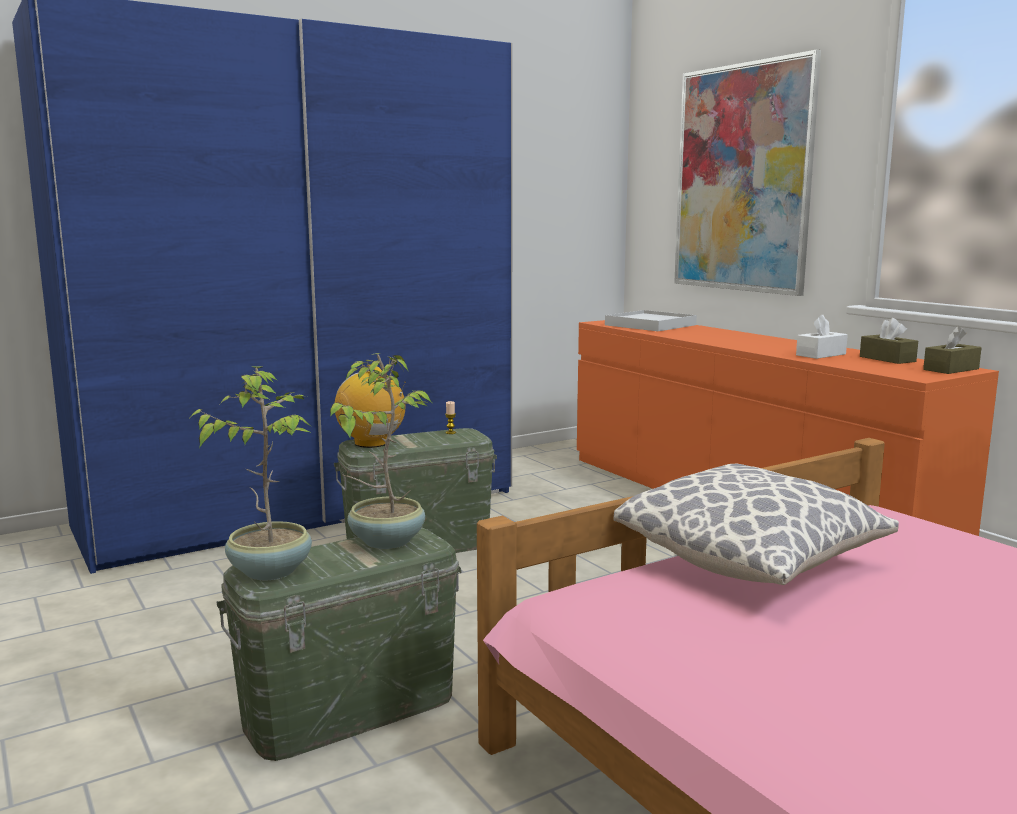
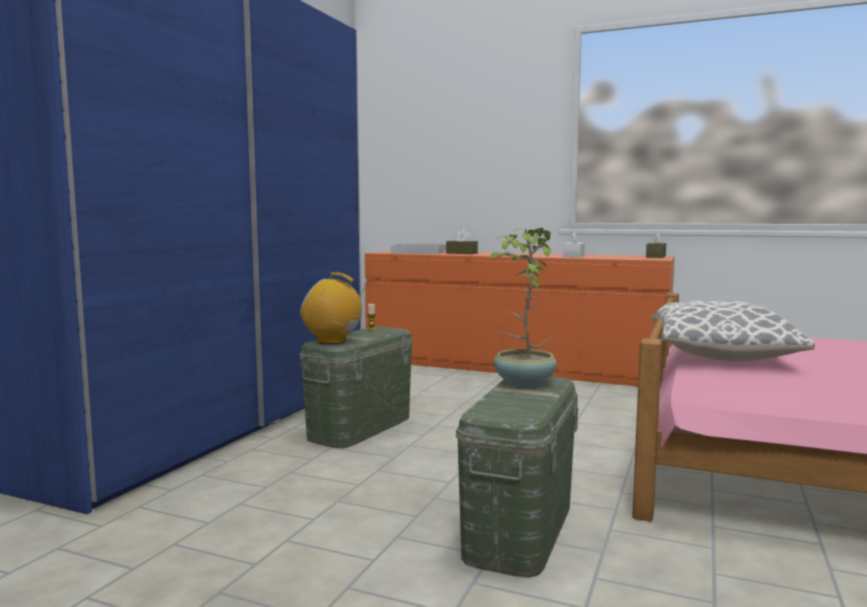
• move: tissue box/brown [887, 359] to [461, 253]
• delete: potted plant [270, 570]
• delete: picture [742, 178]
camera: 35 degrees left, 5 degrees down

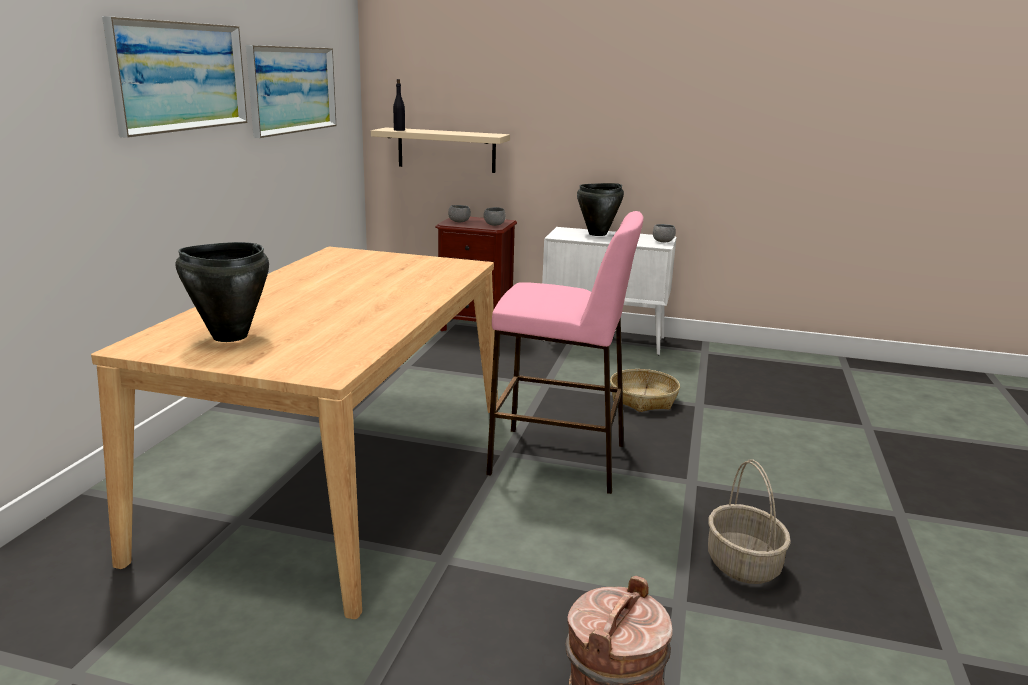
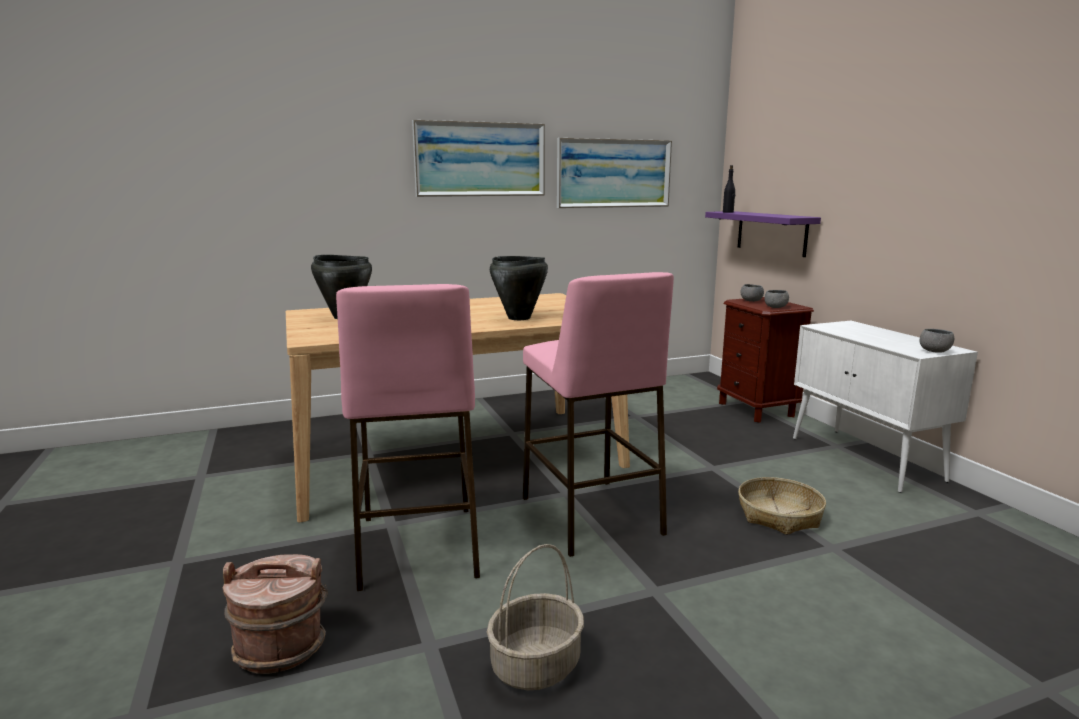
• insert: stool/pink [418, 546]
• move: cooking pot/black [598, 234] to [519, 318]
• recolor: shelf/beige [446, 150] to shelf/purple [771, 233]
camera: 55 degrees right, 5 degrees down

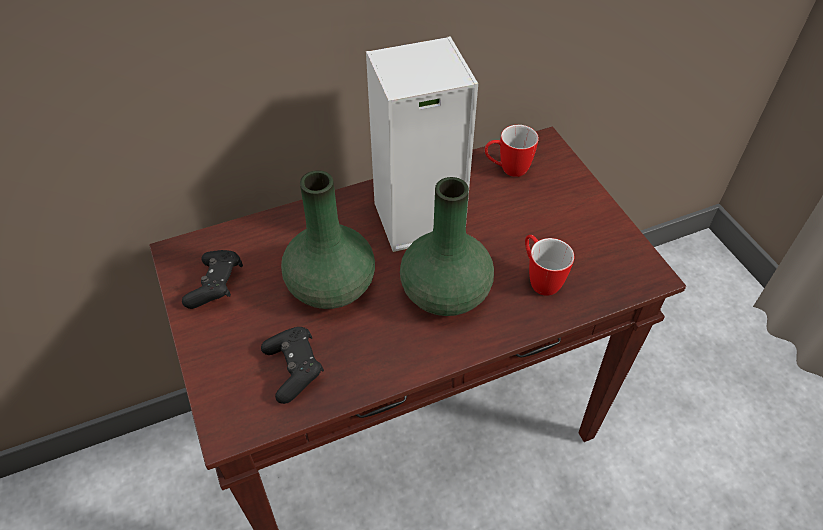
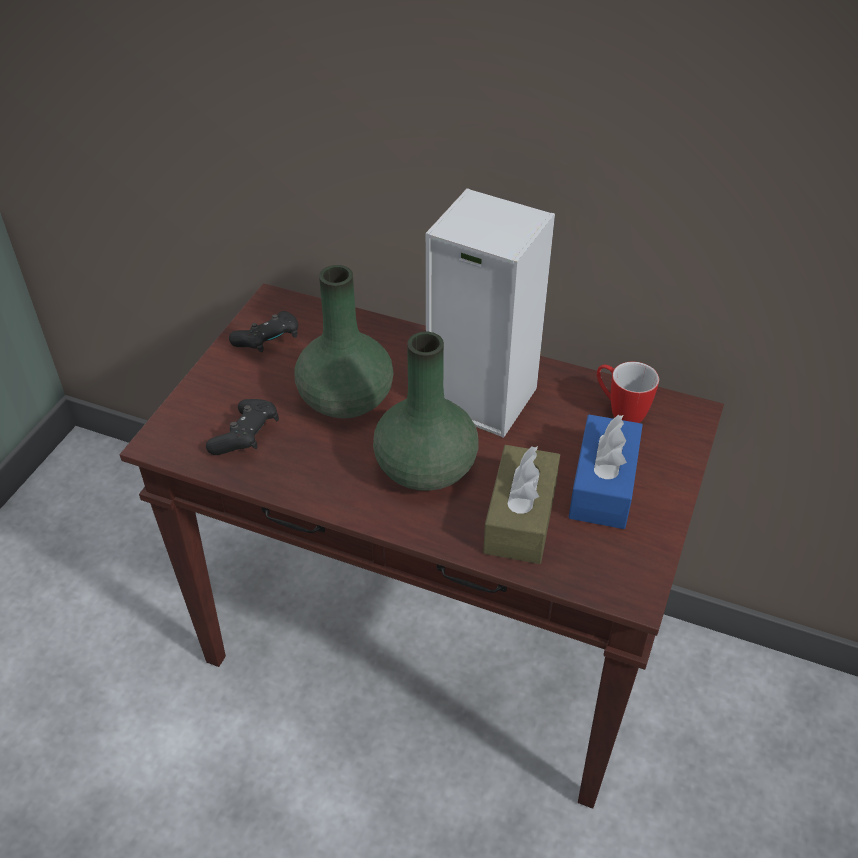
• replace: mug [539, 279] to tissue box/brown [520, 518]
• insert: tissue box/blue [603, 485]
camera: 45 degrees right, 5 degrees down

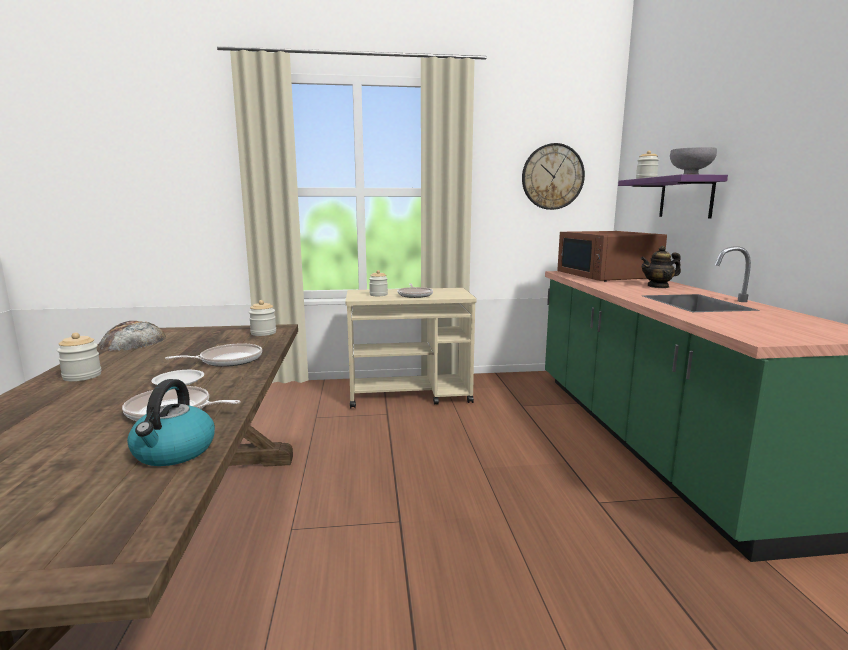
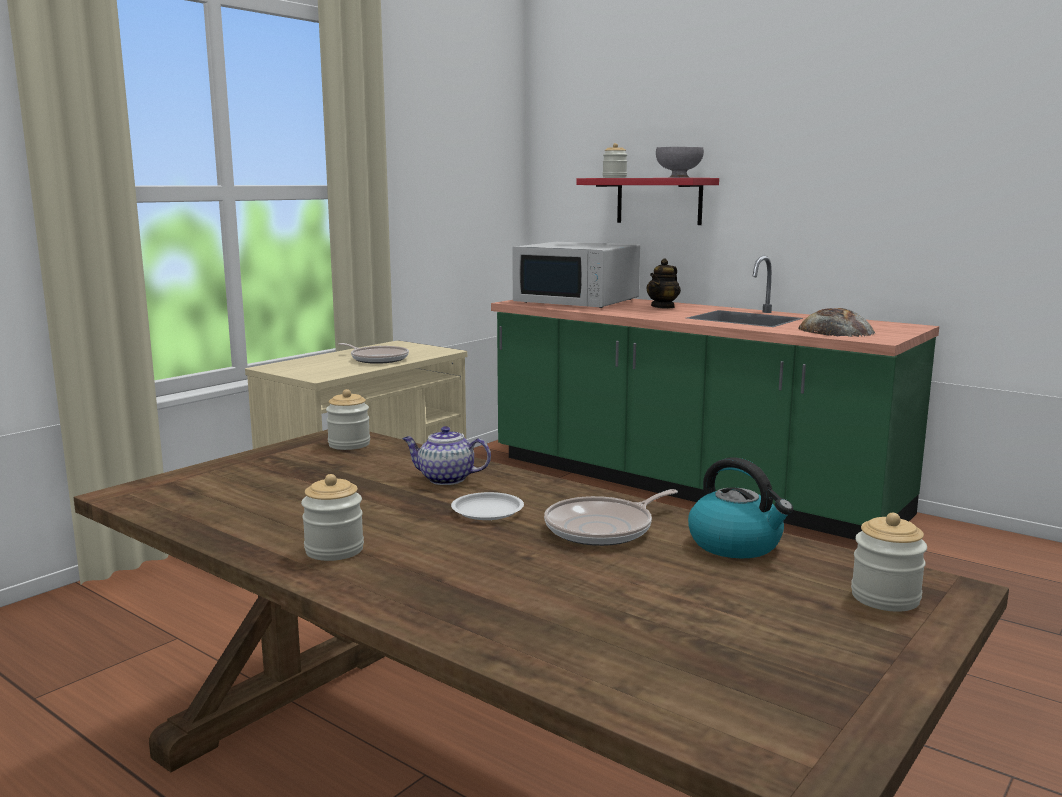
• replace: frying pan [228, 360] to teapot [445, 479]
• recolor: microwave/brown [607, 276] to microwave/white [577, 301]
• recolor: shelf/purple [686, 197] to shelf/red [659, 201]
• move: bread [133, 341] to [836, 331]
• move: jar [378, 295] to [885, 597]
• delete: wall clock [552, 177]
camera: 45 degrees left, 0 degrees up

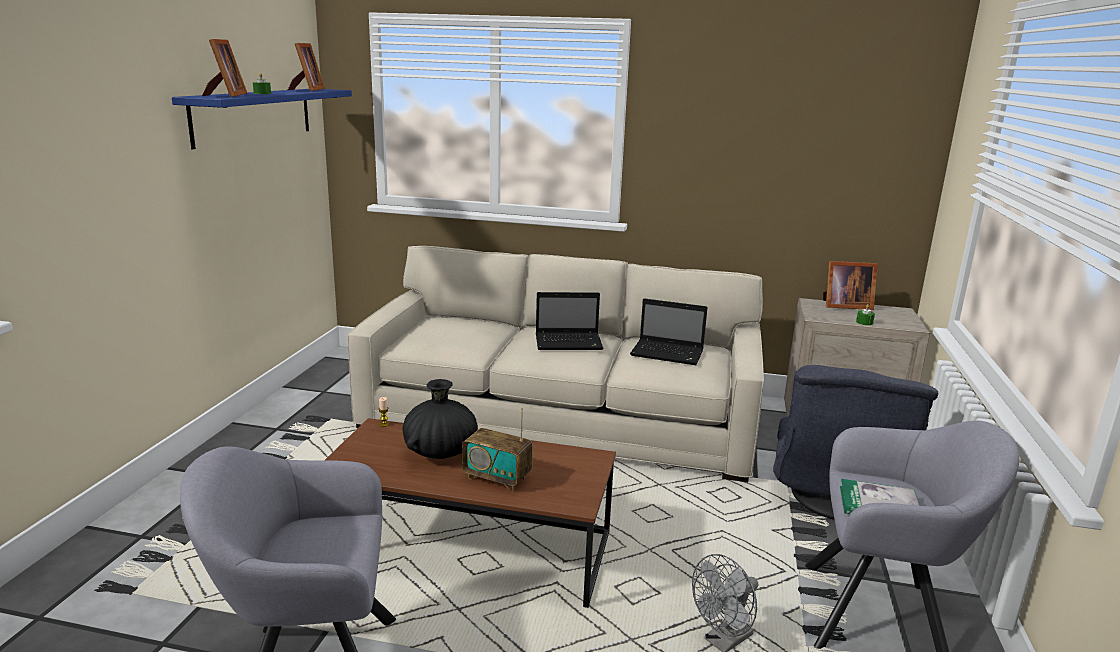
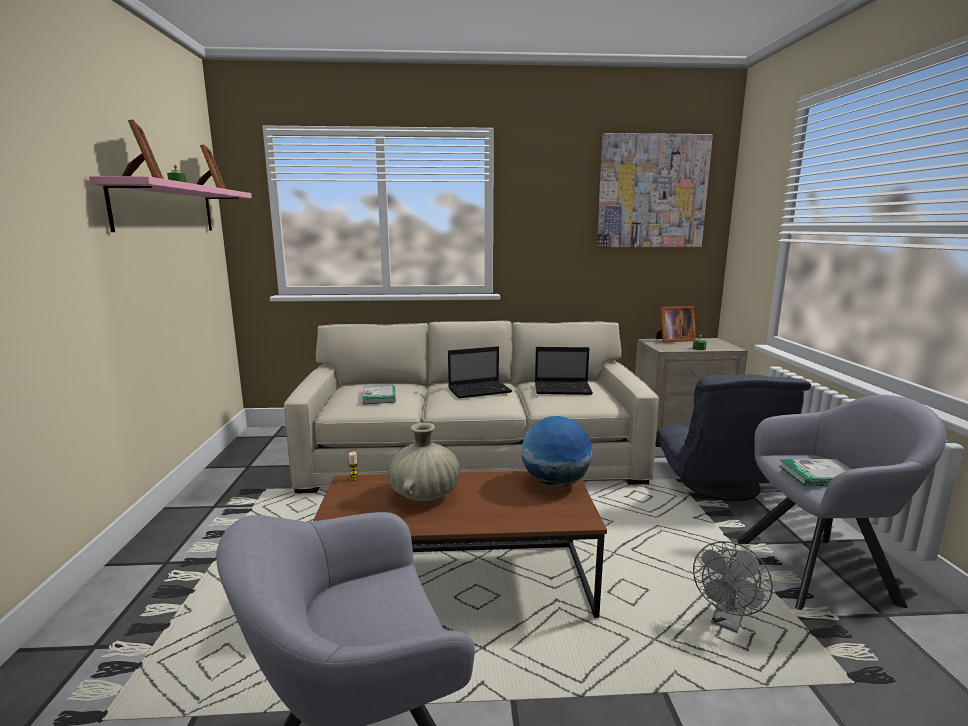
• recolor: shelf/blue [254, 115] to shelf/pink [166, 208]
• insert: book [379, 397]
• recolor: vase/black [440, 452] to vase/beige [424, 494]
• insert: globe [555, 483]
• insert: picture [652, 192]
• delete: radio [497, 478]
camera: 15 degrees left, 5 degrees down

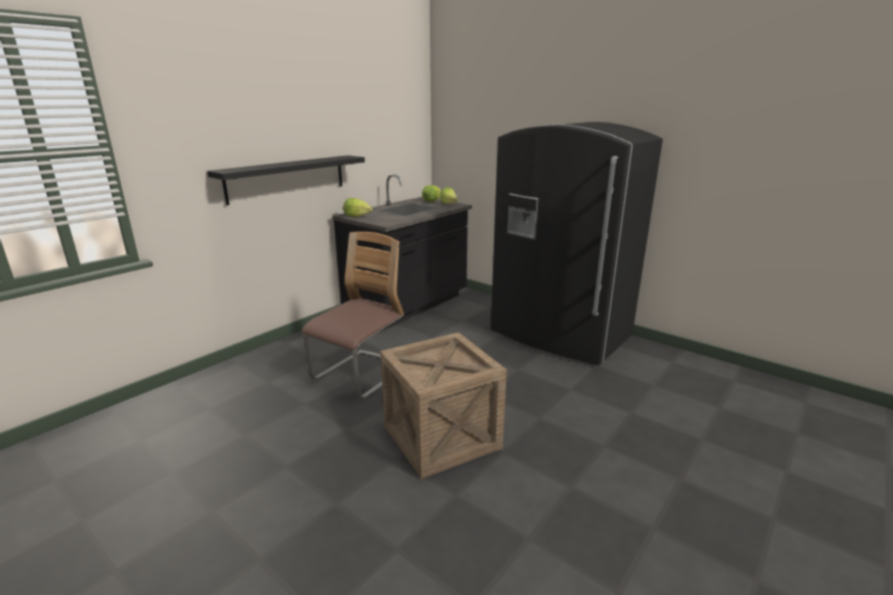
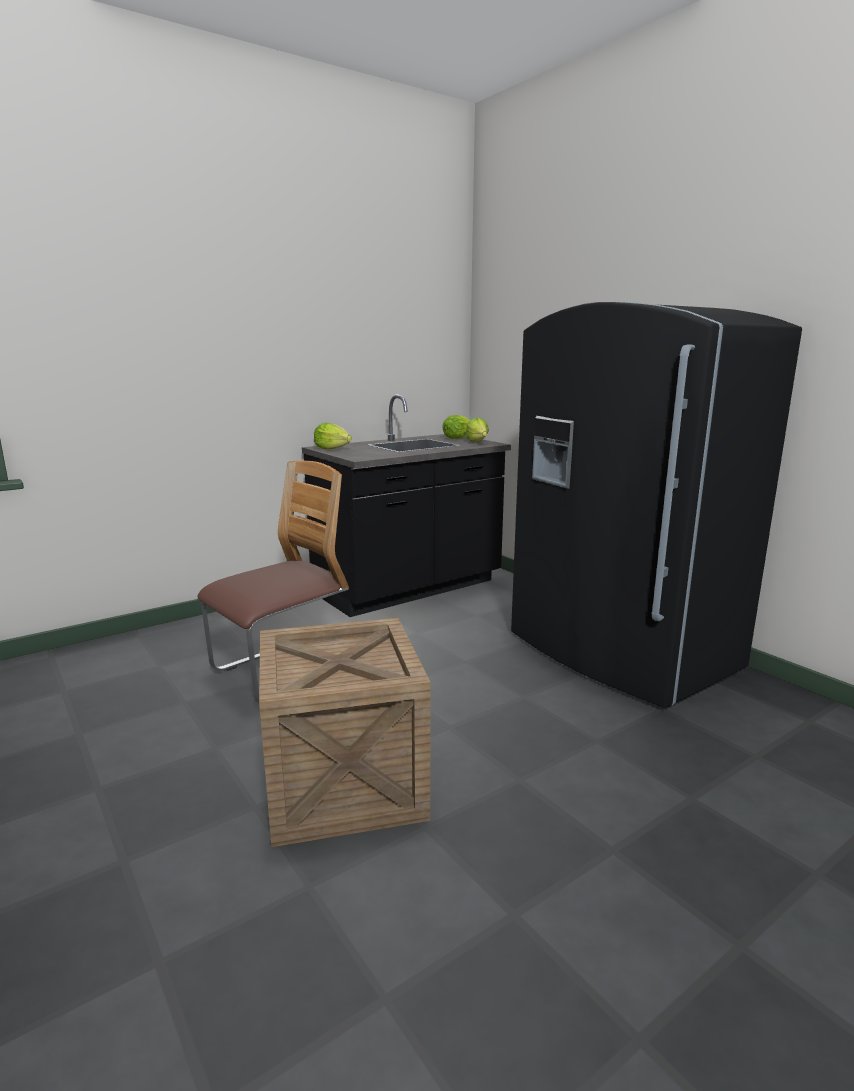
• delete: shelf/black [287, 178]
camera: 15 degrees right, 5 degrees down

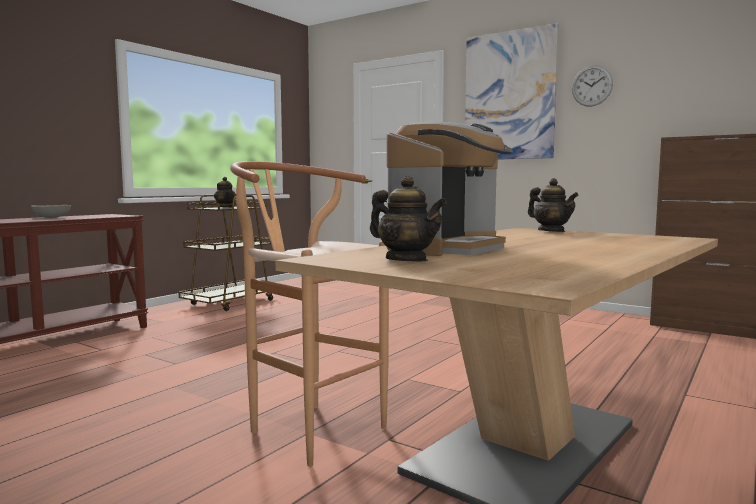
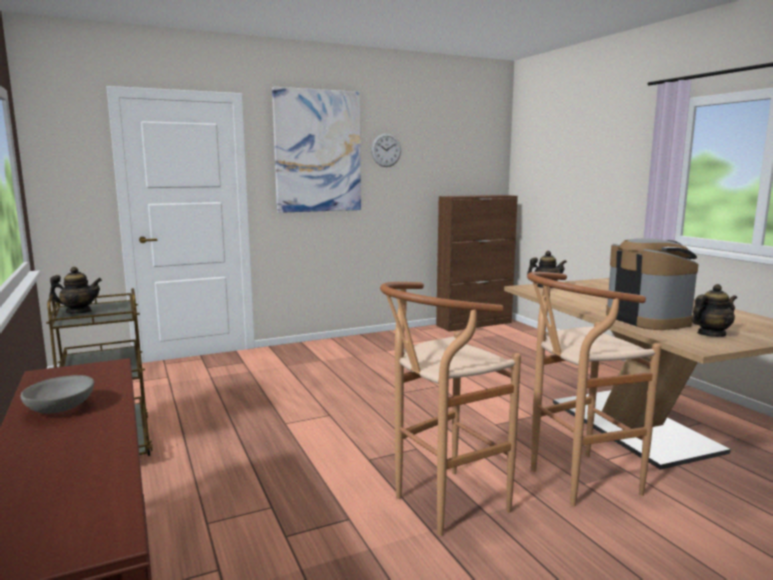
• insert: stool/brown [441, 506]
camera: 60 degrees left, 5 degrees up

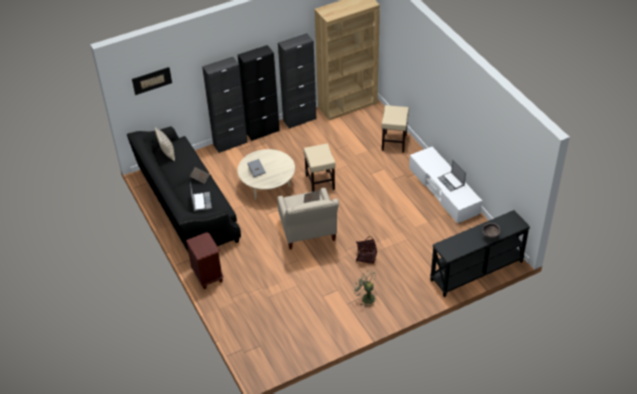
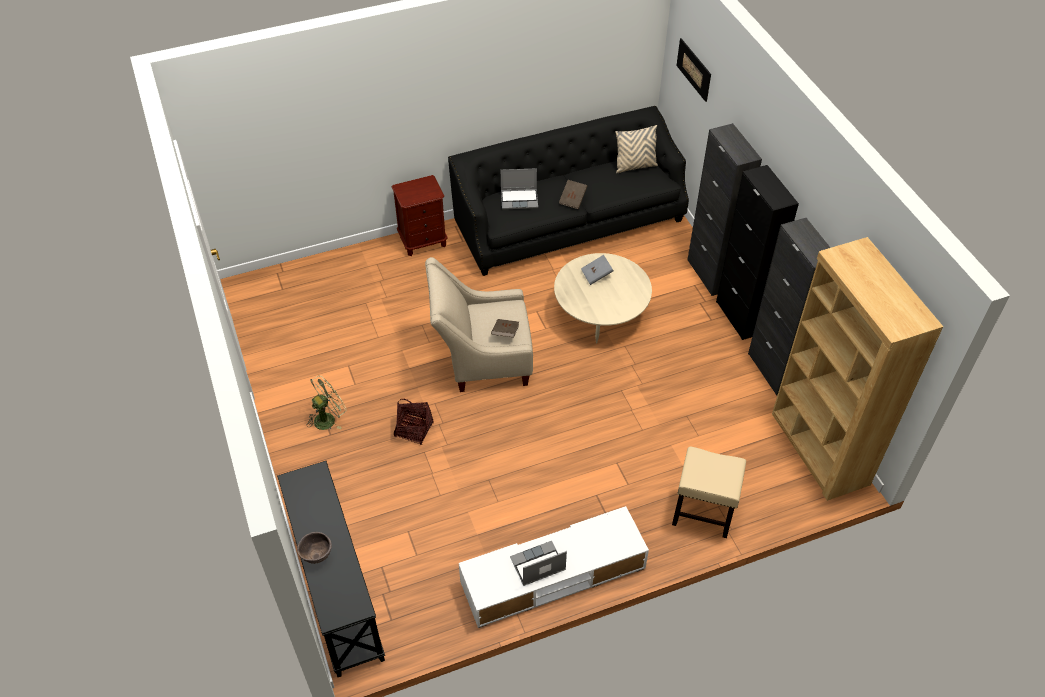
• delete: stool/beige [320, 182]
camera: 95 degrees right, 5 degrees up

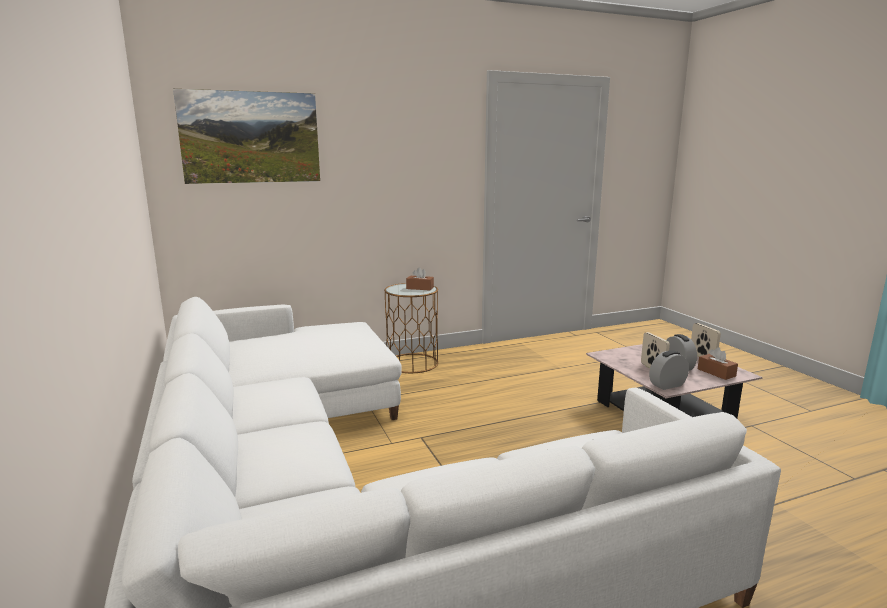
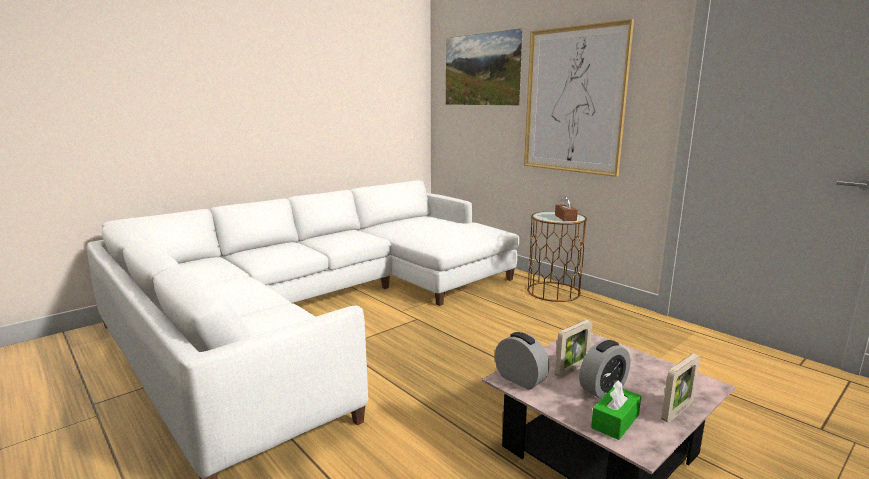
• insert: picture [573, 100]
• recolor: tissue box/brown [716, 372] to tissue box/green [615, 421]
camera: 70 degrees right, 0 degrees up

